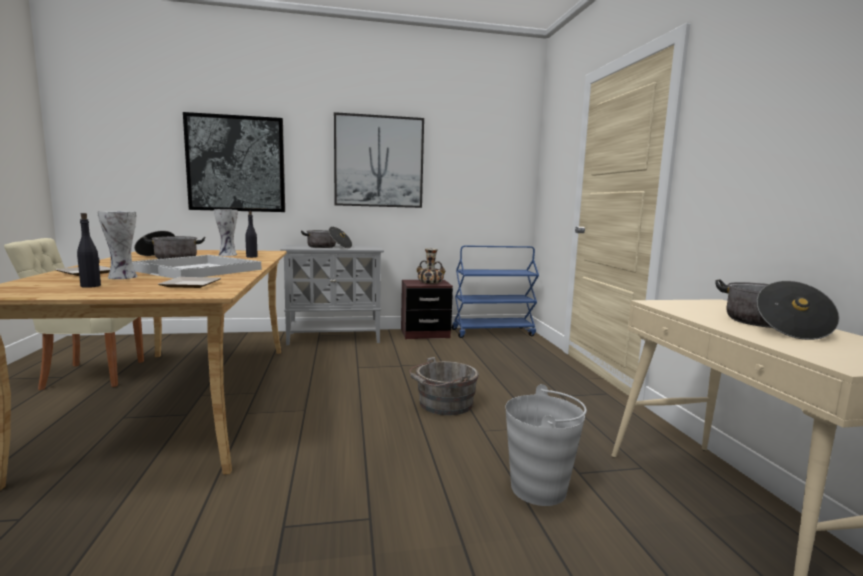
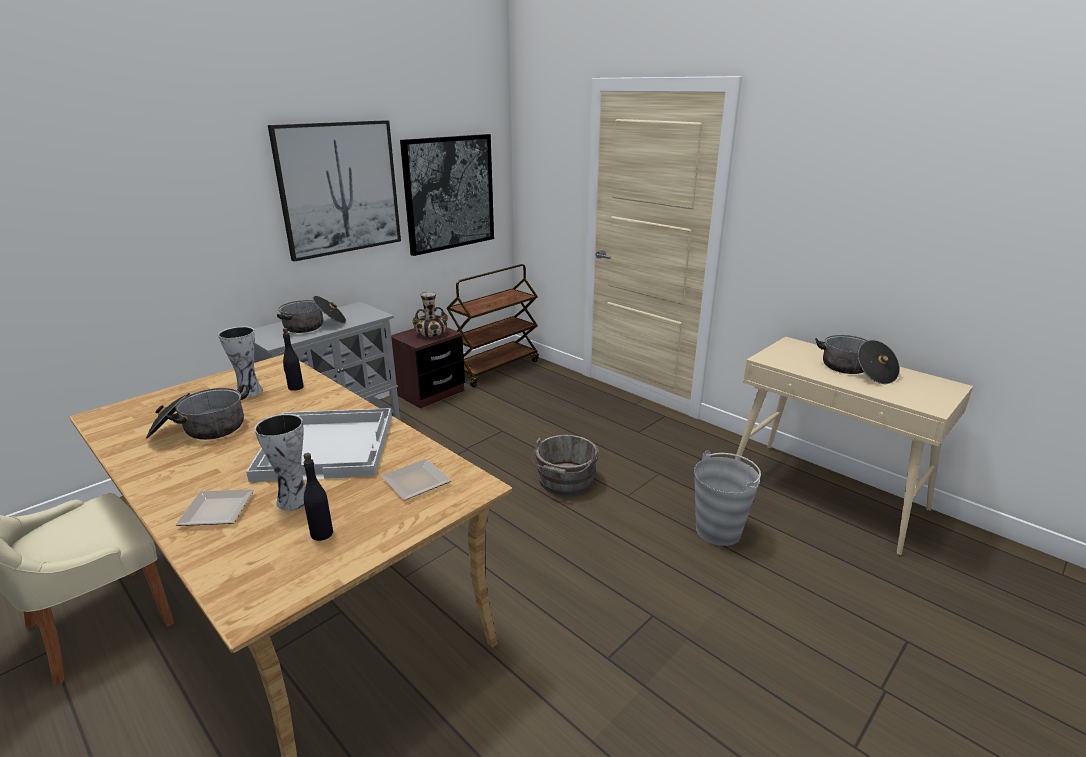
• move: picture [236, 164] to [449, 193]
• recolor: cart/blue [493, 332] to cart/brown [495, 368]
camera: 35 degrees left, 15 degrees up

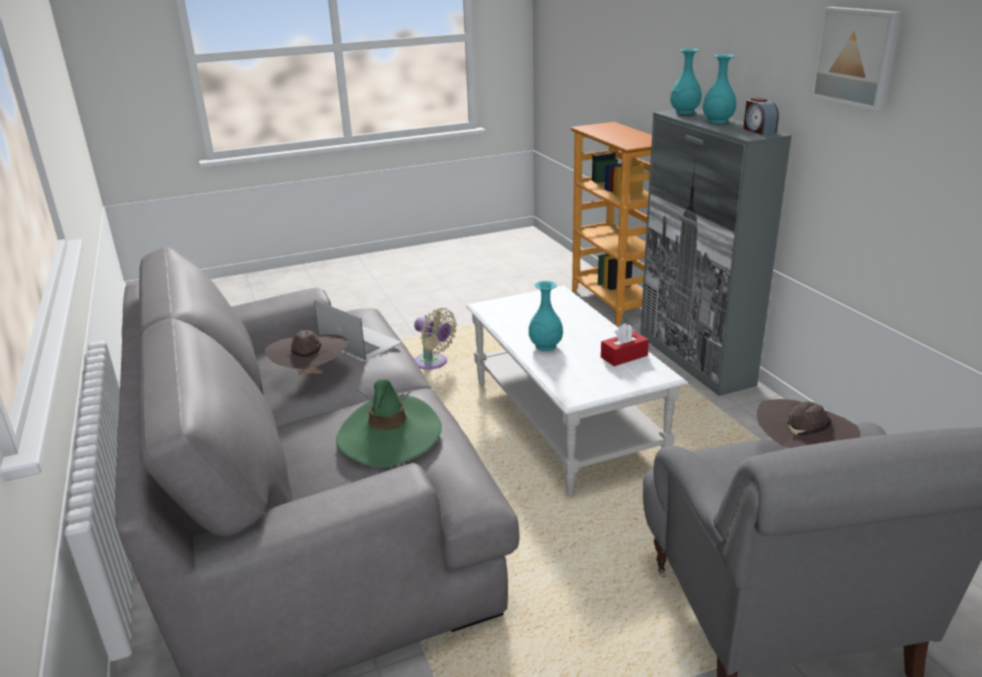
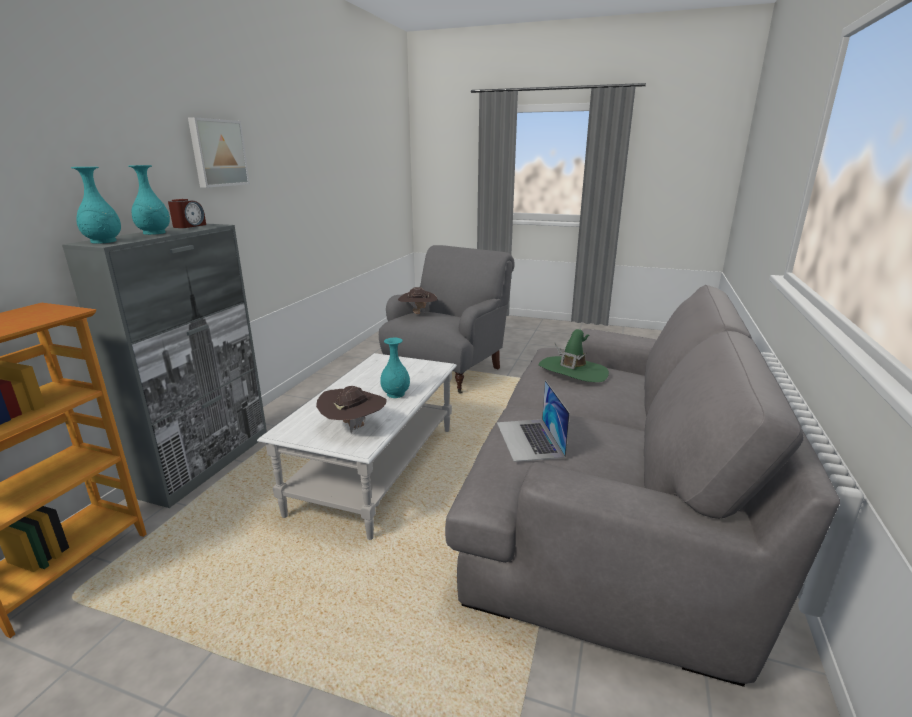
• move: hat/brown [311, 376] to [354, 427]
• delete: fan/beige [433, 363]
• delete: tissue box/red [624, 356]
camera: 140 degrees left, 5 degrees down

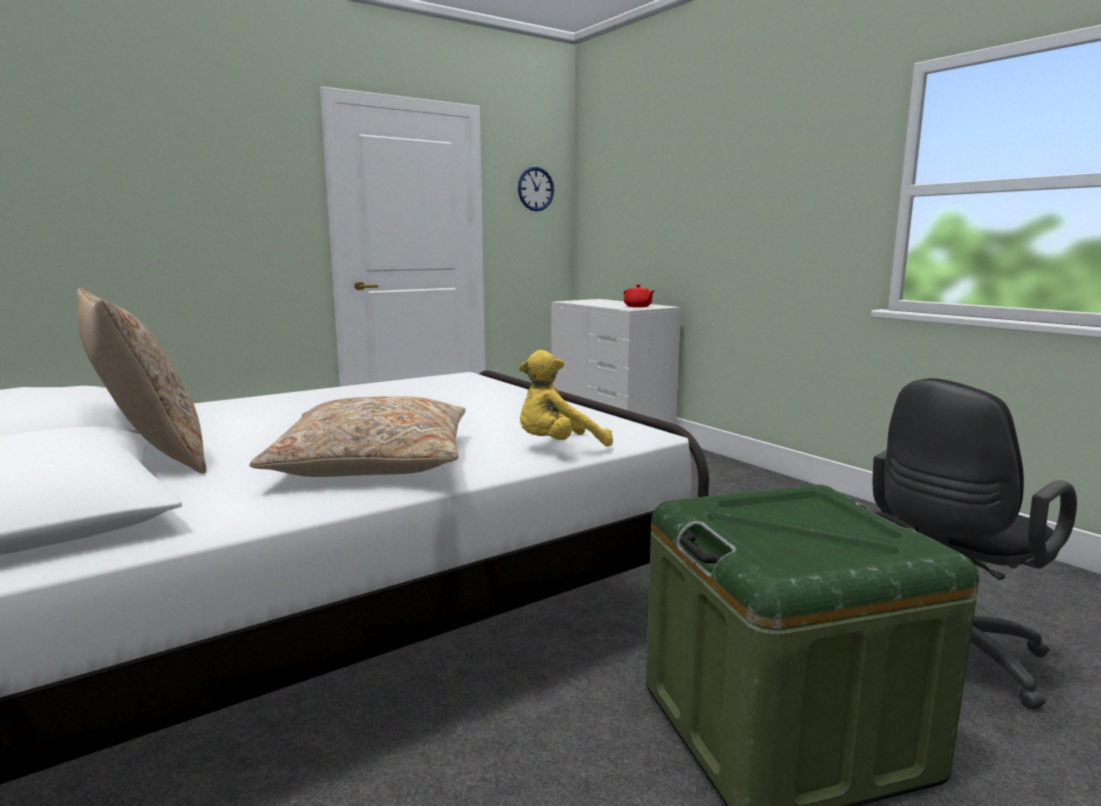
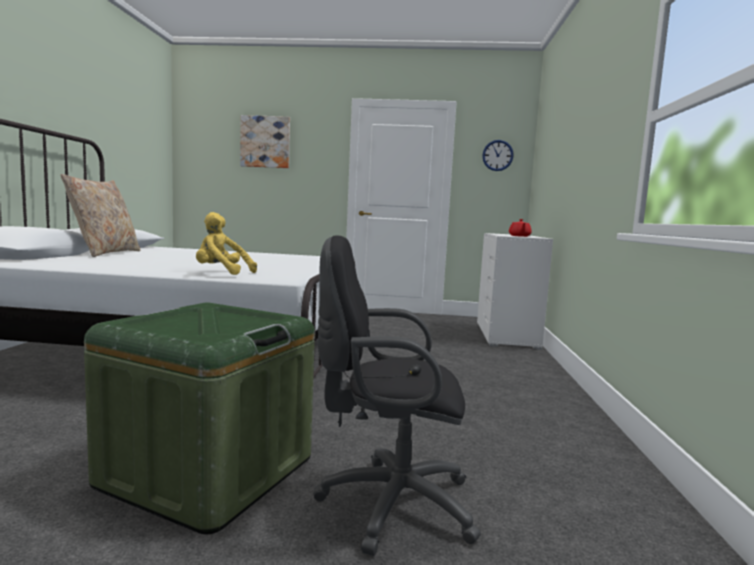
• insert: picture [265, 142]
• delete: pillow/beige [373, 462]
camera: 40 degrees right, 5 degrees down

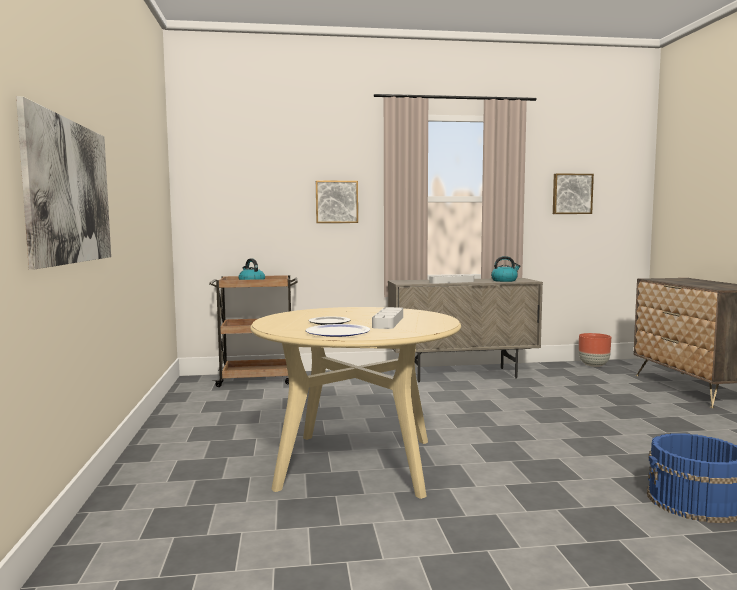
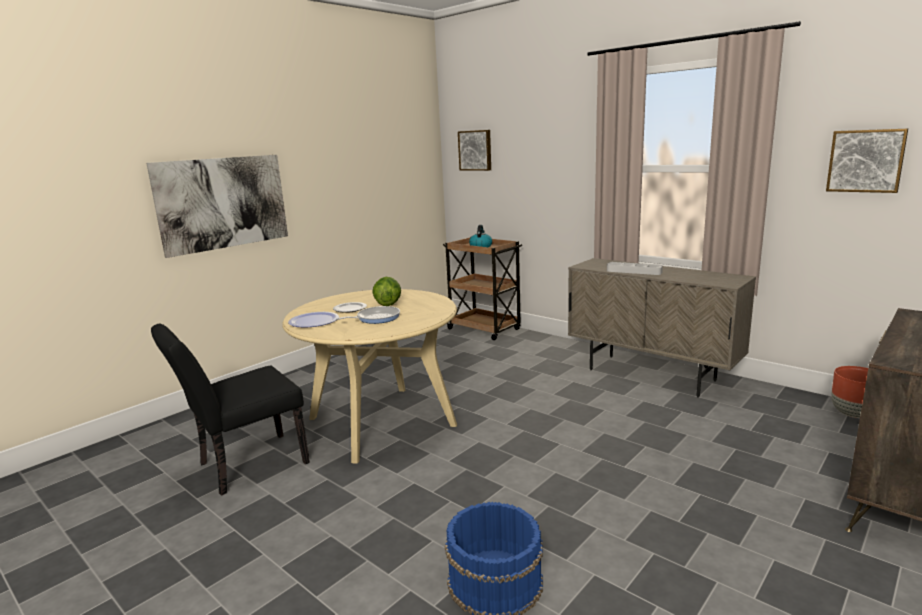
• insert: chair/black [245, 466]
• replace: tray/grey [388, 322] to frying pan [376, 318]
• insert: lettuce [387, 304]
• move: picture [336, 202] to [475, 150]
• delete: kettle [504, 280]
camera: 50 degrees right, 10 degrees up

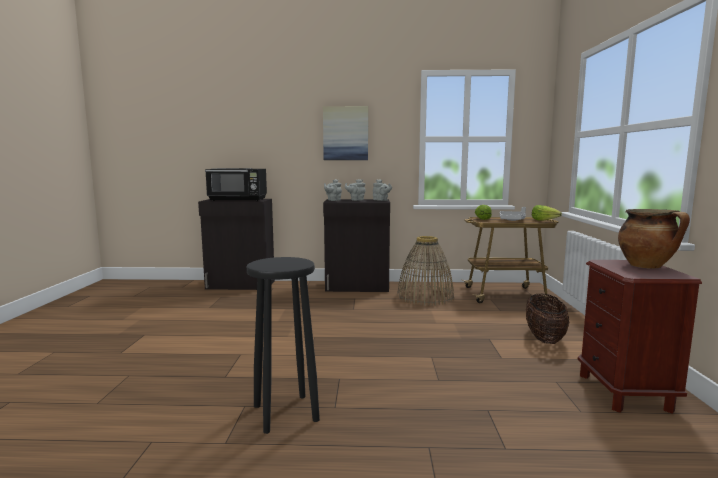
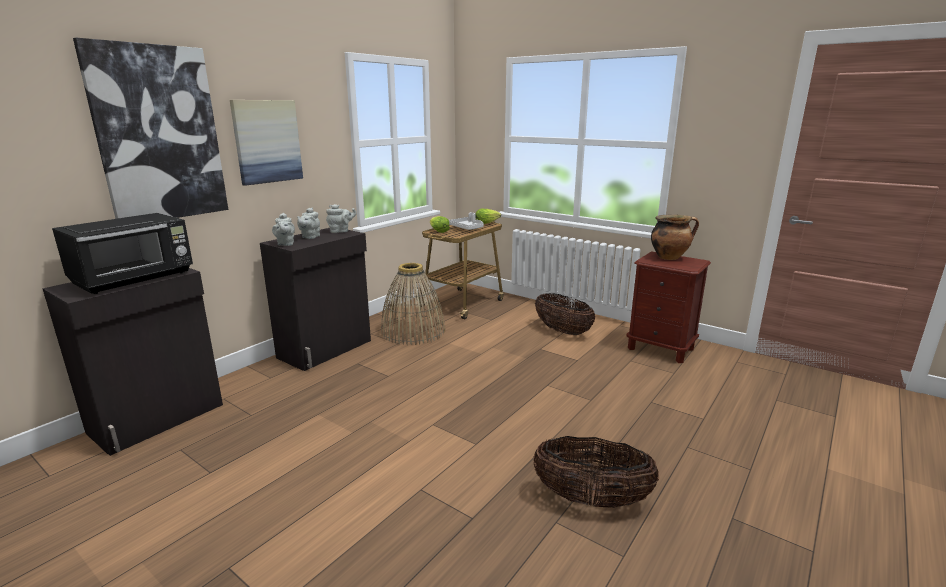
• insert: picture [159, 134]
• replace: stool/black [286, 413] to basket [591, 499]
camera: 55 degrees left, 10 degrees up

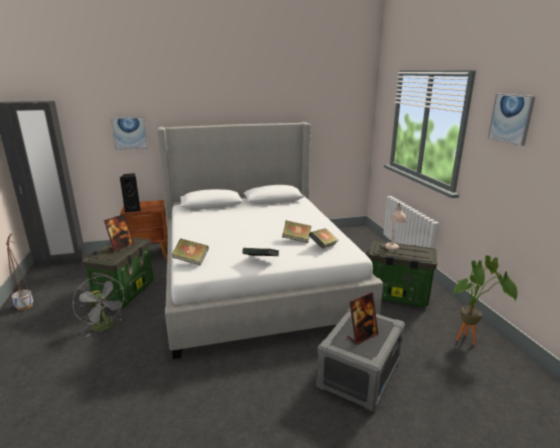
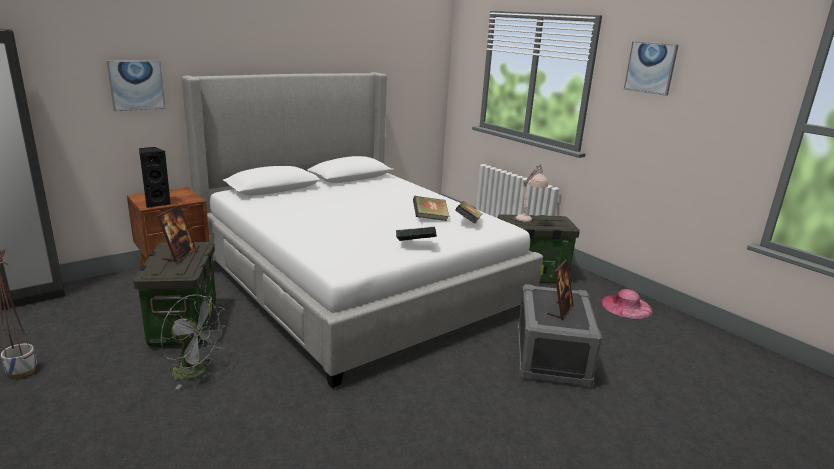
• replace: potted plant [470, 340] to hat/pink [626, 306]
• delete: book [191, 260]
camera: 25 degrees left, 0 degrees up

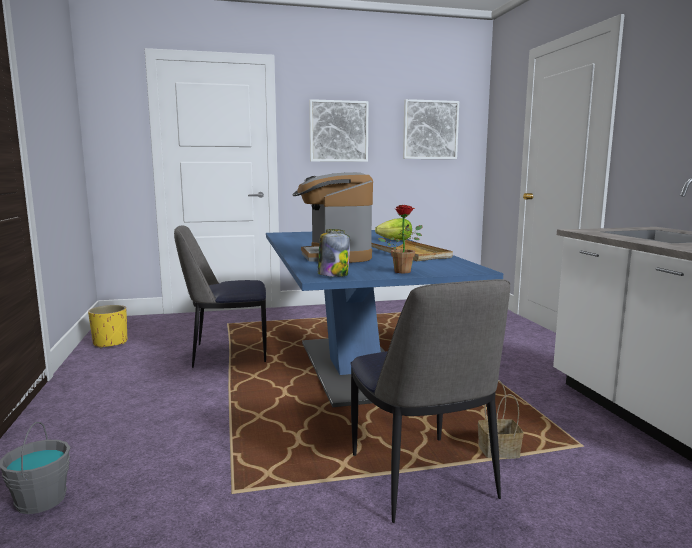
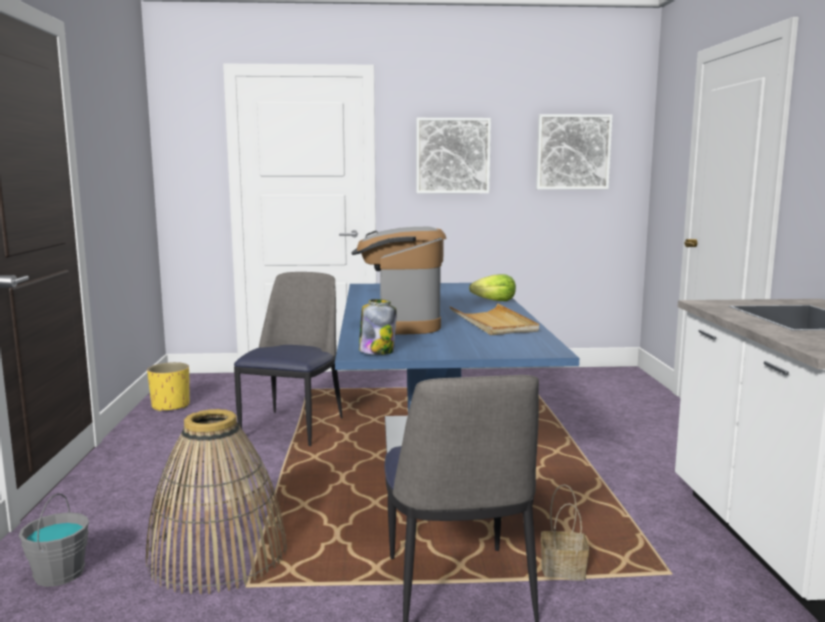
• insert: basket [218, 554]
• rotate: chair [227, 354] = [294, 427] 105 degrees clockwise
• delete: potted plant [404, 271]
camera: 10 degrees right, 0 degrees up

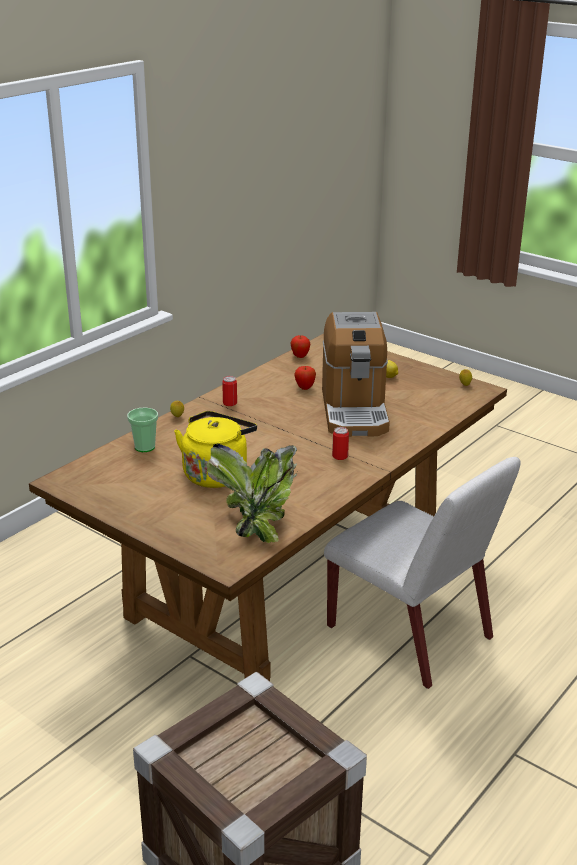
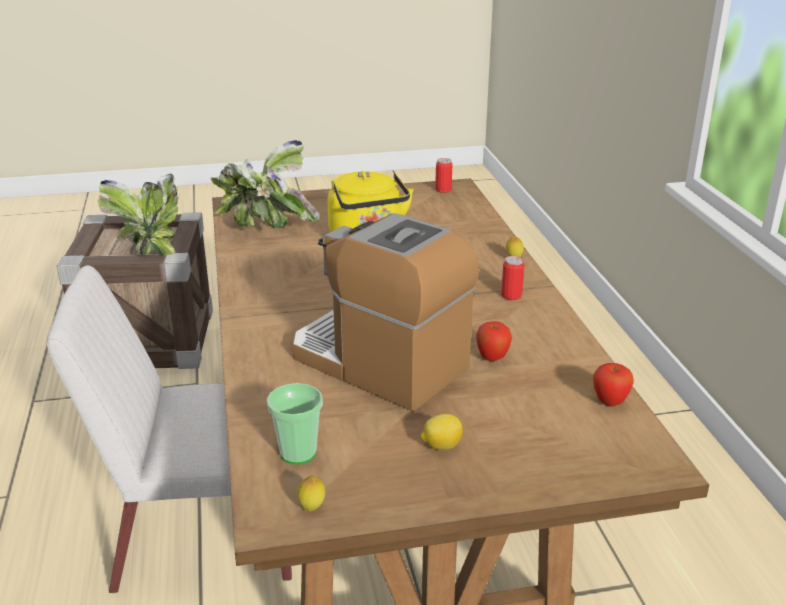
• insert: potted plant [151, 246]
• move: cup [144, 447] to [298, 452]
• move: can [340, 456] to [443, 190]
camera: 130 degrees right, 0 degrees up

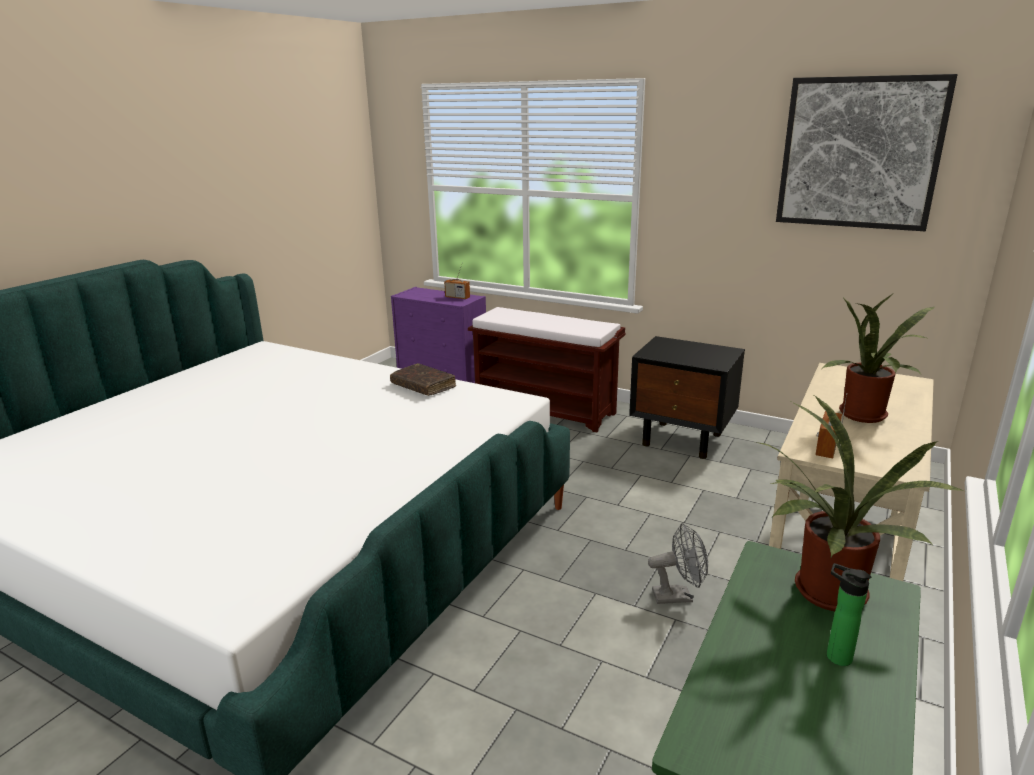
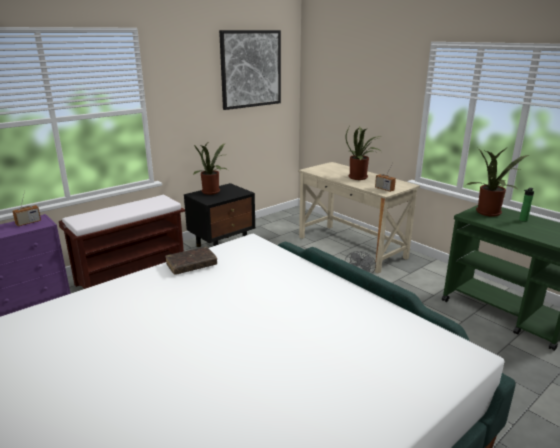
• insert: potted plant [212, 192]
camera: 70 degrees left, 0 degrees up

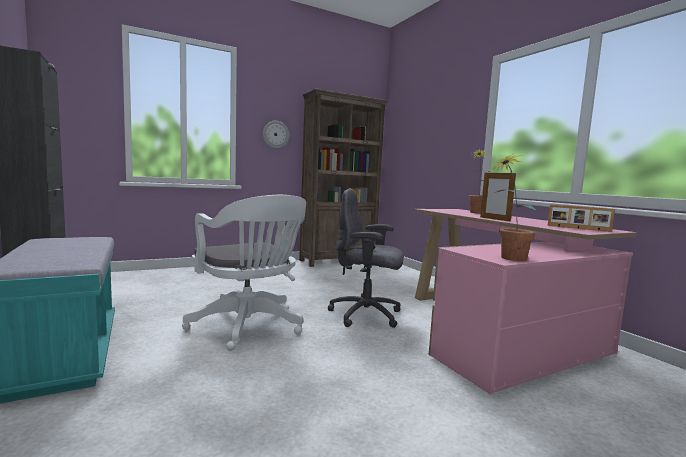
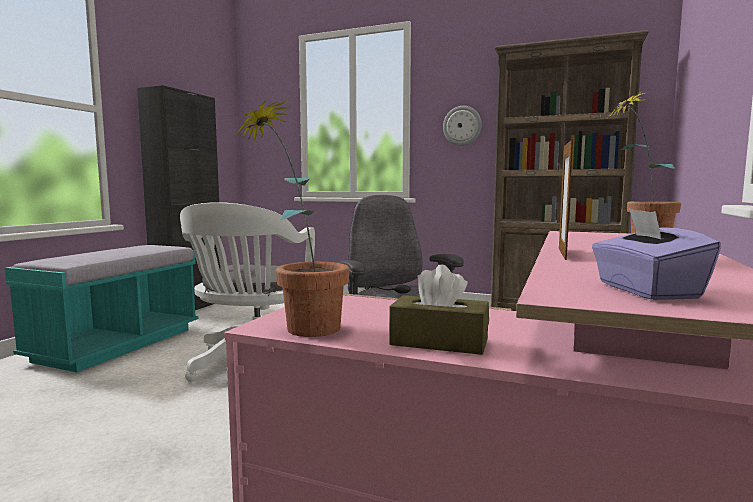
• insert: tissue box/brown [439, 342]
• replace: picture frame [578, 228] to tissue box/purple [645, 291]
camera: 50 degrees right, 0 degrees up

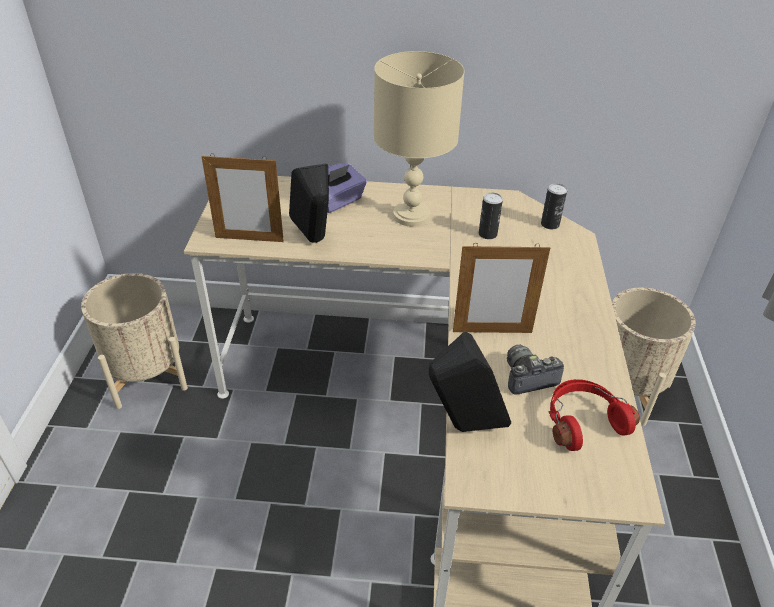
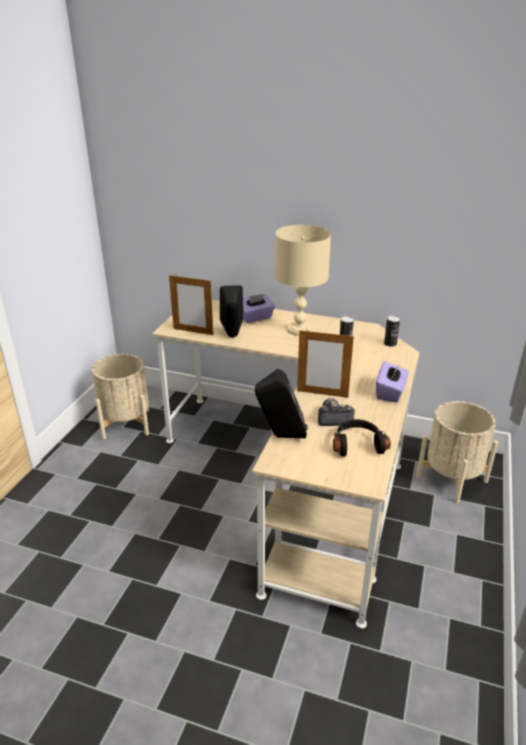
• recolor: headphones/red [582, 421] to headphones/black [357, 444]
• insert: tissue box/purple [390, 392]
camera: 15 degrees right, 10 degrees down

